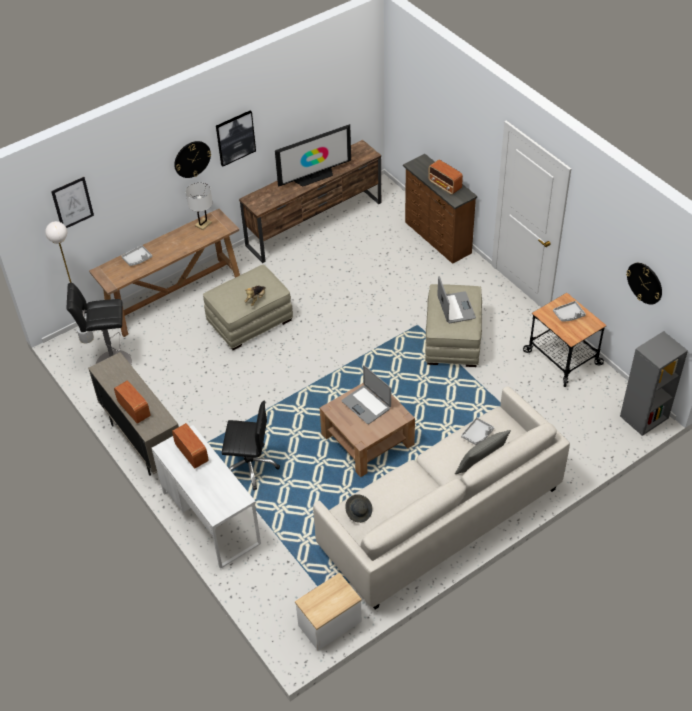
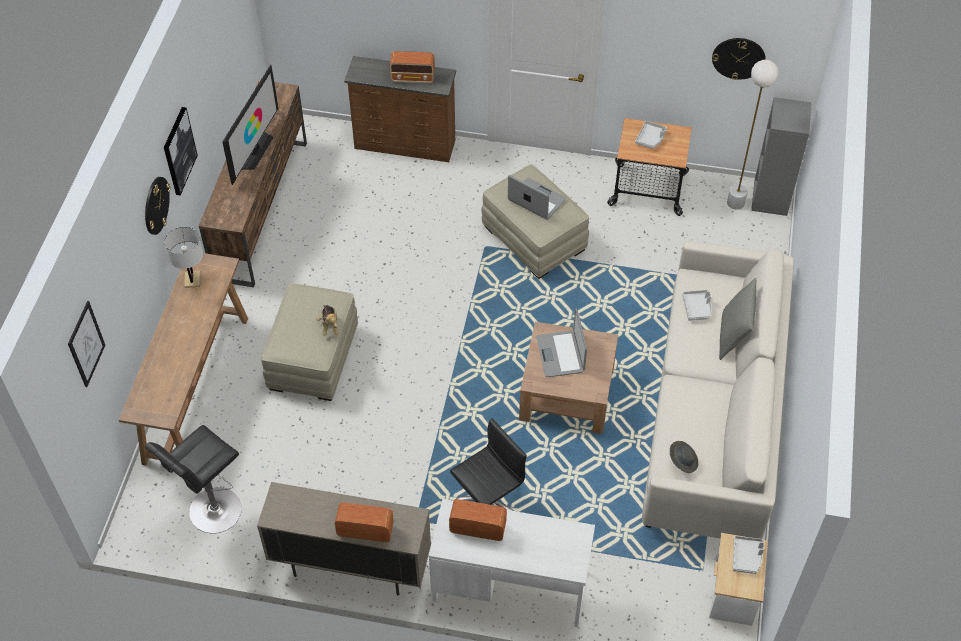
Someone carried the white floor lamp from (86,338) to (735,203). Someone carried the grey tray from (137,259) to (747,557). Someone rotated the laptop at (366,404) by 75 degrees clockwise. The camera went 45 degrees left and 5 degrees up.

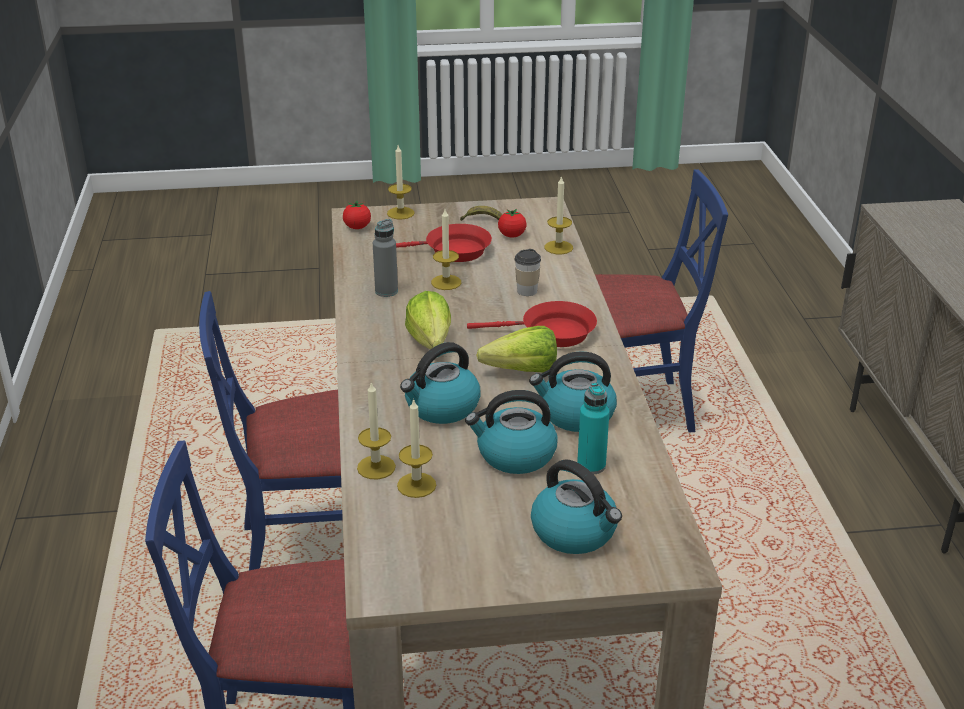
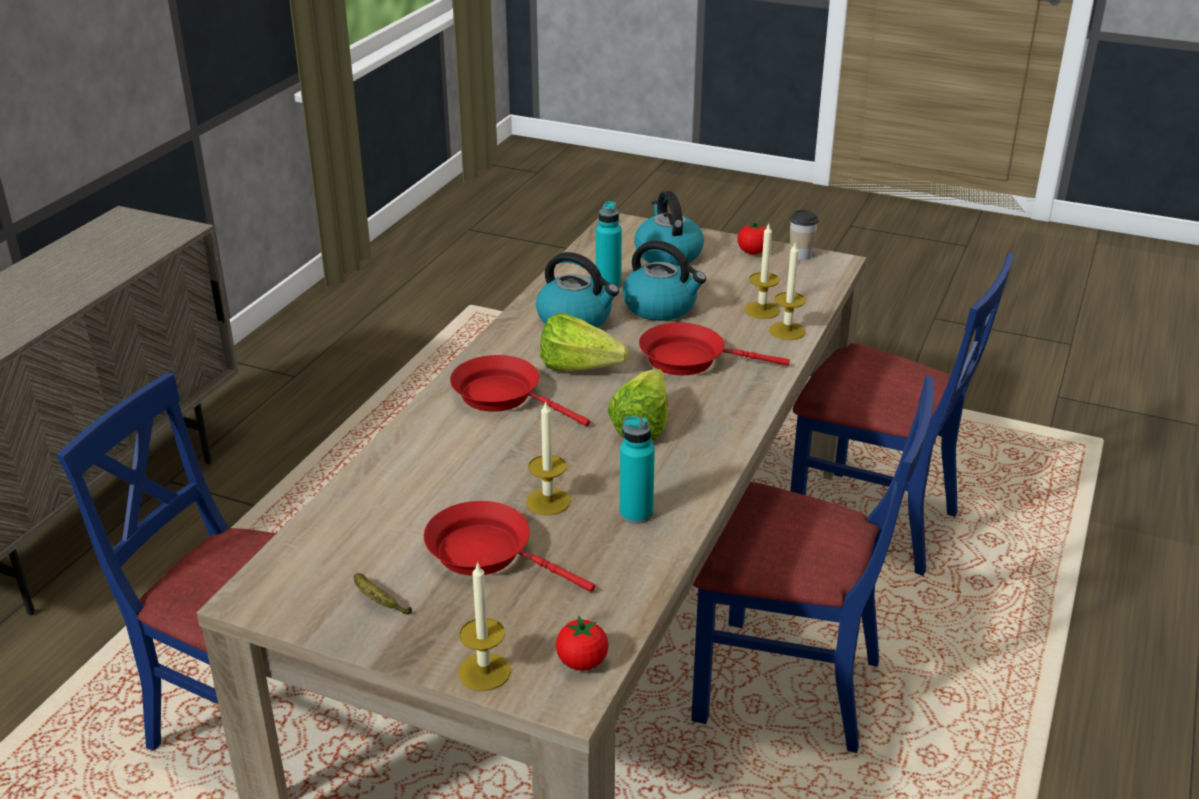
Someone repainted the grey bottle at (386,291), which became the turquoise bottle at (636,513). Someone swapped the kettle at (441,407) for the red frying pan at (689,359). Someone carried the tomato from (512,235) to (753,252). Someone carried the cup from (527,291) to (801,255). Someone took away the candle at (558,247). The camera went 150 degrees left and 0 degrees up.

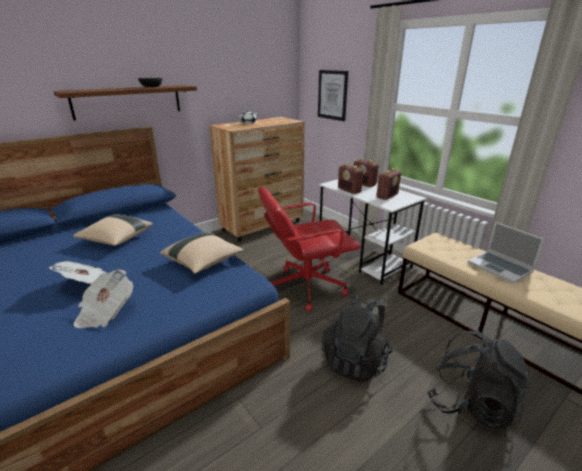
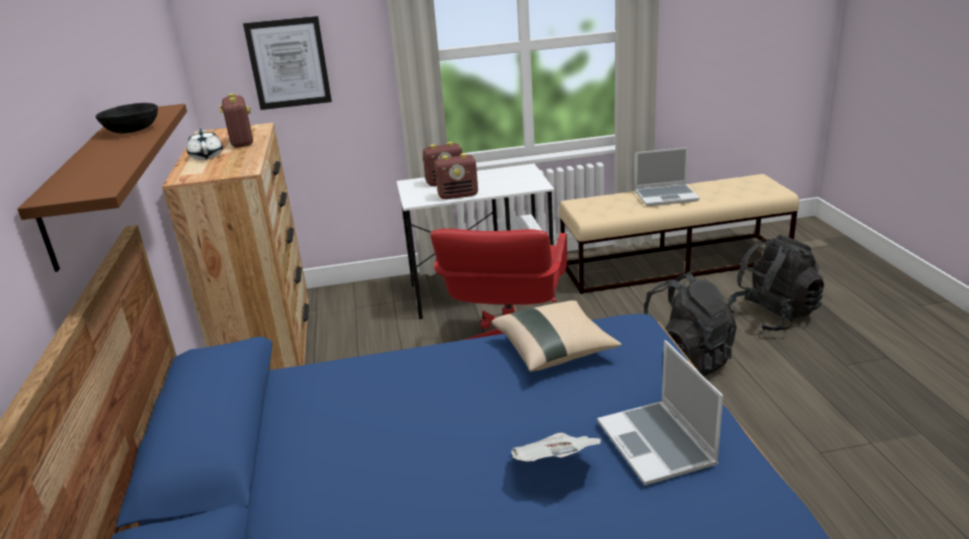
Someone took away the beige pillow at (116,239). Someone swapped the newspaper at (105,312) for the laptop at (657,444). Someone carried the radio from (387,196) to (241,142). The camera went 60 degrees left and 0 degrees up.

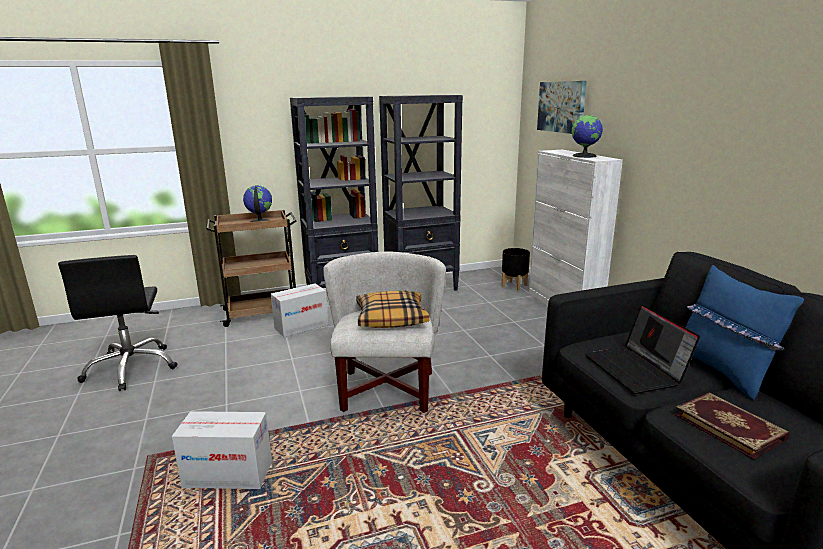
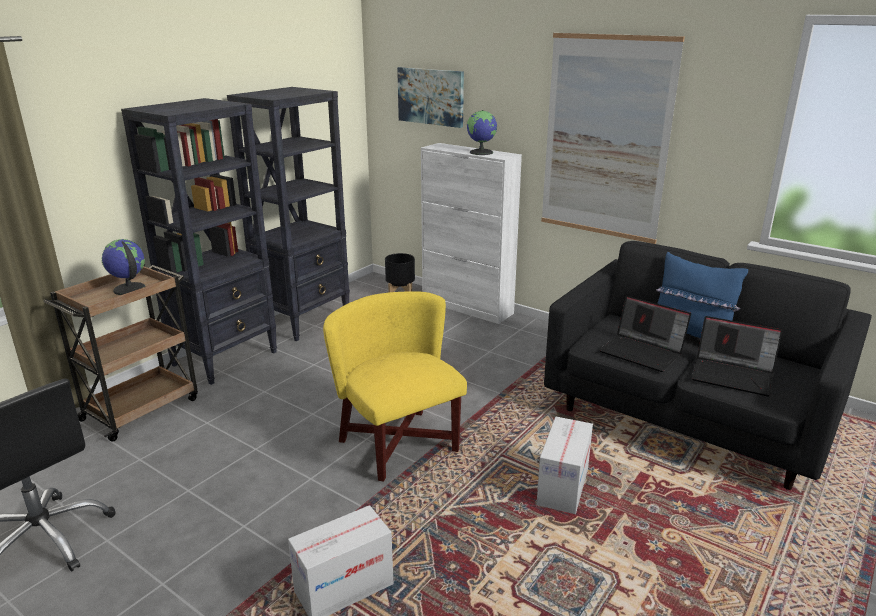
Someone carried the cardboard box from (301,326) to (562,487). Someone repainted the white armchair at (387,390), which became the yellow armchair at (399,444). Someone took away the pillow at (391,318). Someone swapped the book at (729,426) for the laptop at (733,375). Someone put up the picture at (605,138). The camera went 35 degrees left and 5 degrees up.

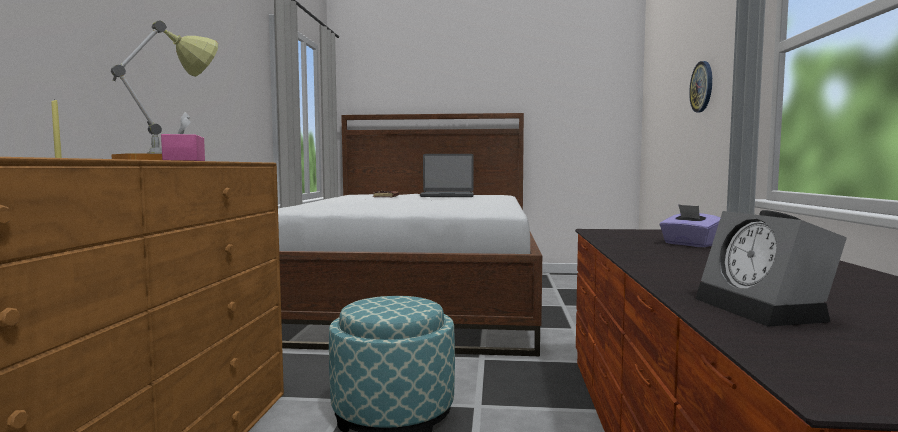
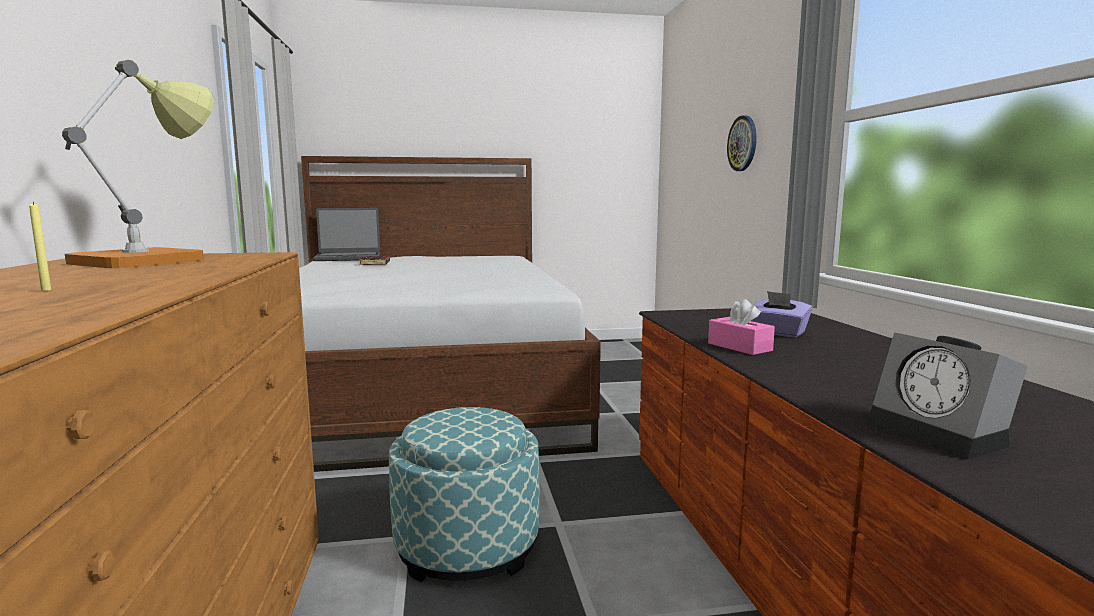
Someone carried the pink tissue box from (184,160) to (739,347). Someone carried the laptop from (447,196) to (348,258). The camera went 15 degrees left and 5 degrees up.

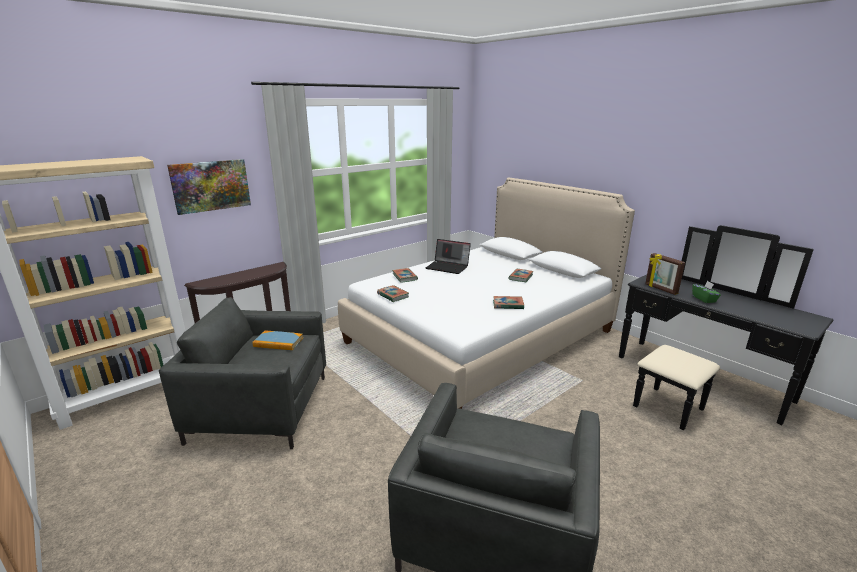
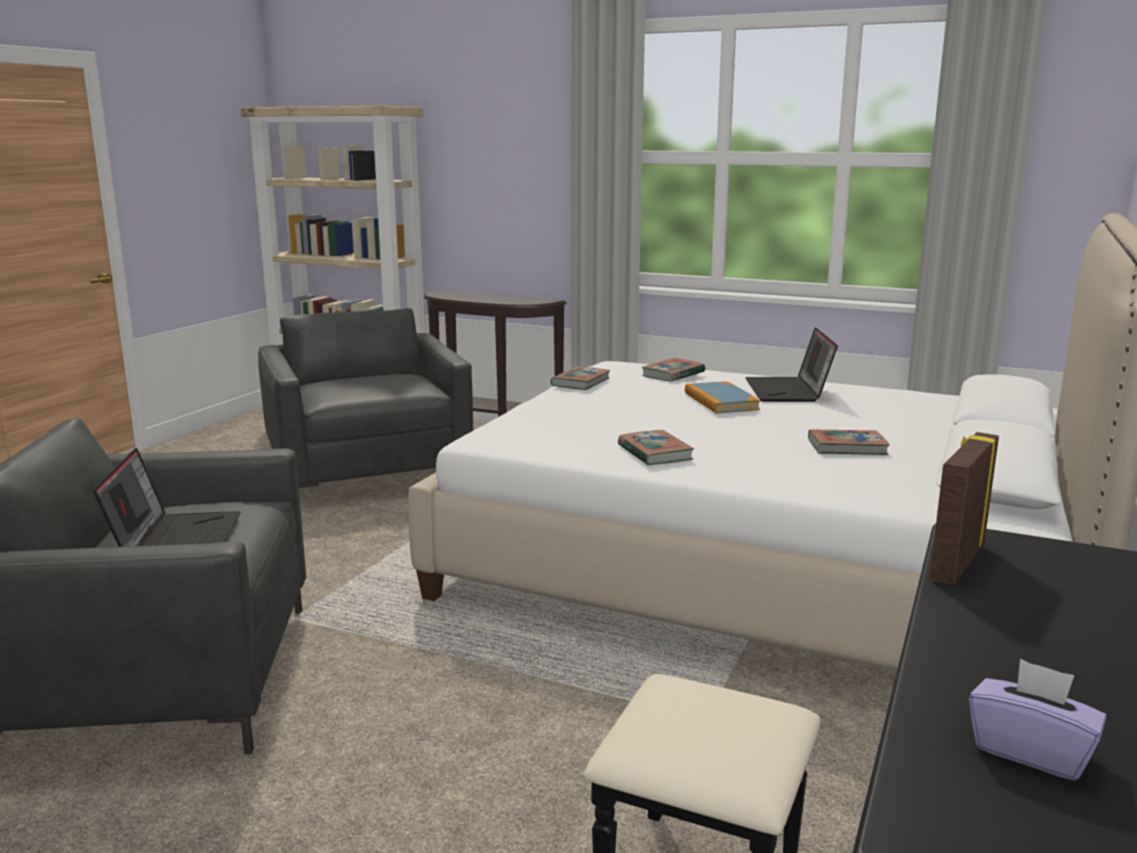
Someone took away the picture at (211,185). Someone carried the book from (278,342) to (720,401). Someone took away the green tissue box at (704,299). Someone put down the laptop at (176,540). Someone put down the purple tissue box at (1030,751). The camera went 65 degrees right and 5 degrees down.

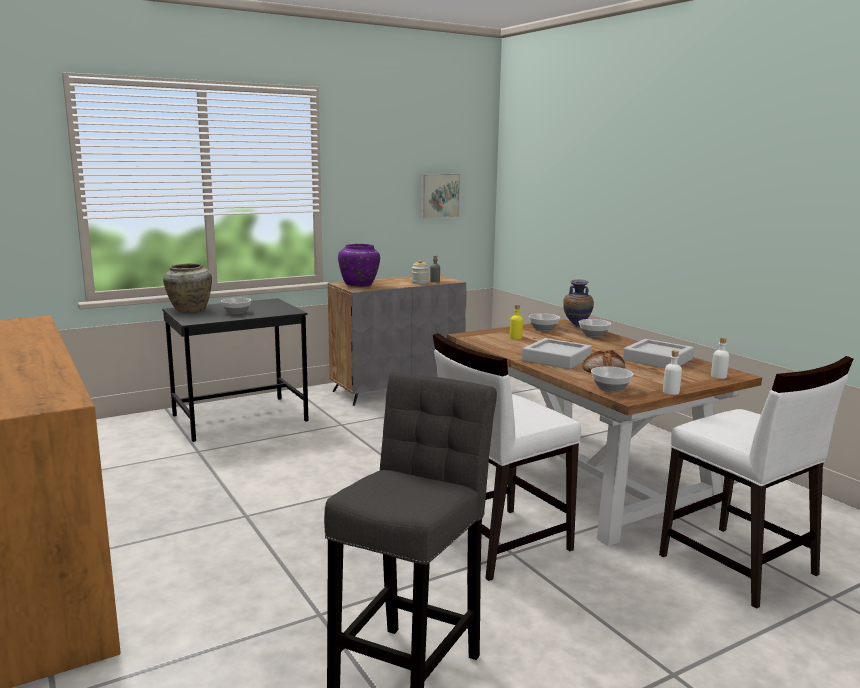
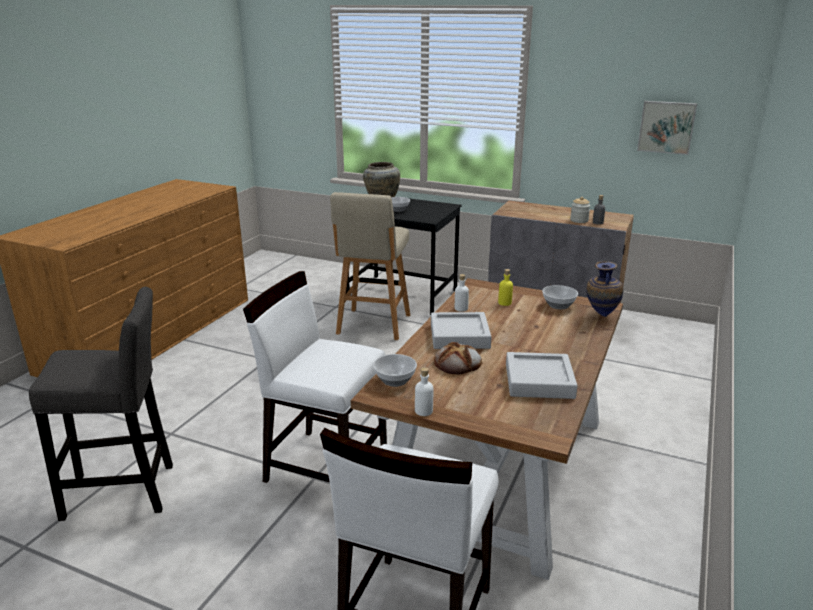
Someone took away the purple vase at (359,285). Someone took away the bowl at (593,335). Someone carried the white bottle from (718,376) to (461,308). Someone put down the beige stool at (373,325). The camera went 55 degrees right and 10 degrees up.

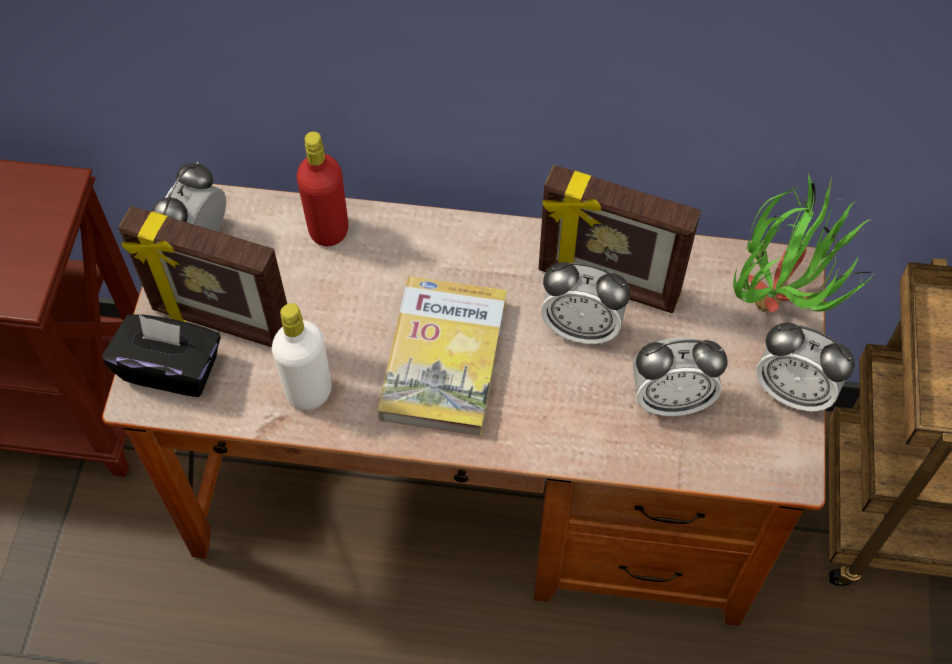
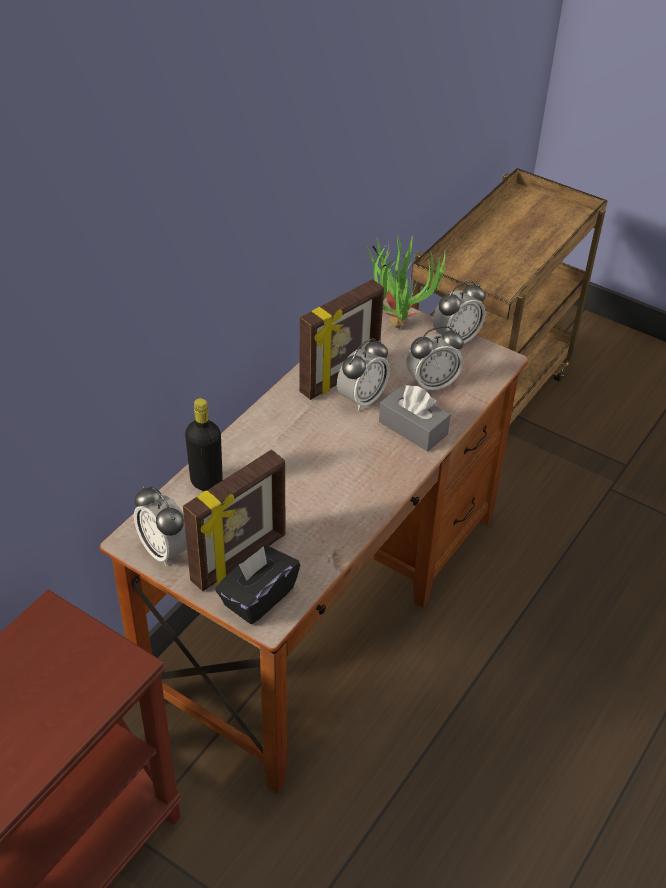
Someone took away the white bottle at (309,392). Someone repainted the red bottle at (328,230), which became the black bottle at (206,481). Someone took away the book at (444,359). Someone rotated the alarm clock at (670,399) by 45 degrees clockwise. Someone put down the grey tissue box at (413,428). The camera went 65 degrees left and 15 degrees down.

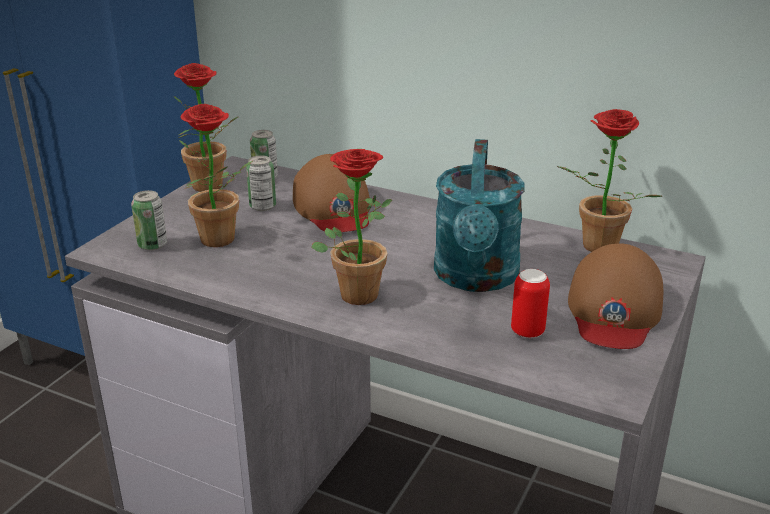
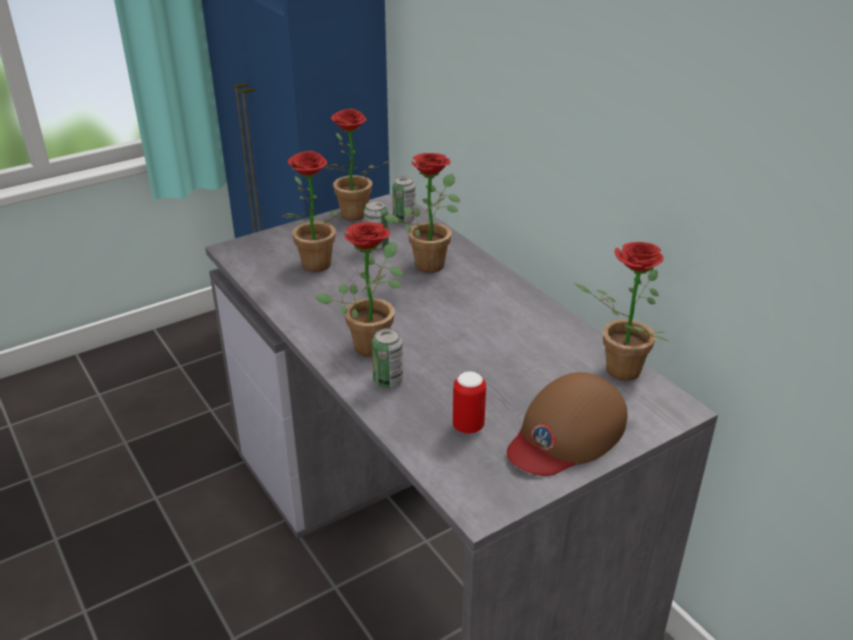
Someone carried the can from (152,245) to (388,381). Someone swapped the brown cap at (333,207) for the potted plant at (430,261). Someone took away the turquoise watering can at (476,278). The camera went 30 degrees right and 5 degrees up.

